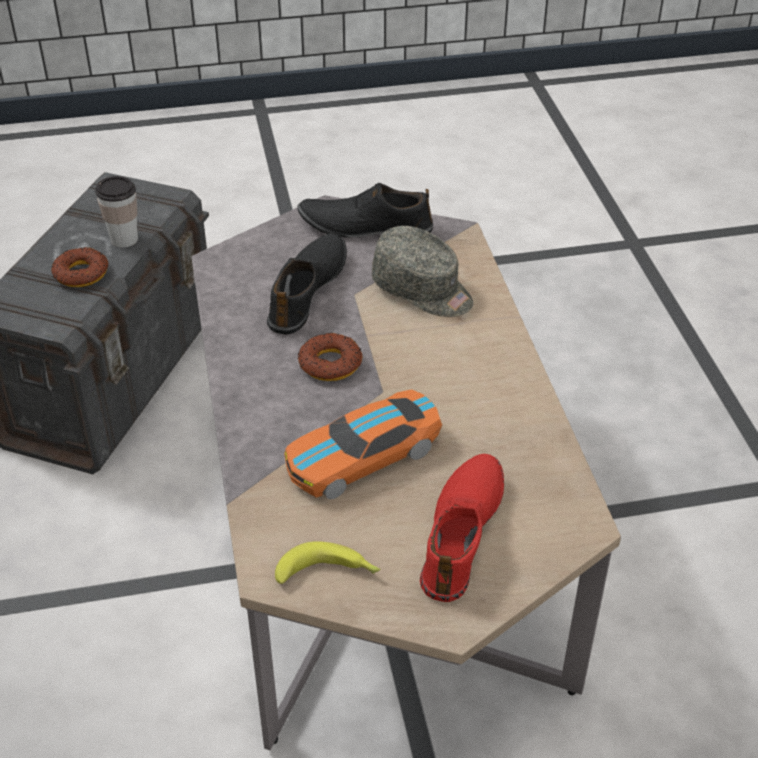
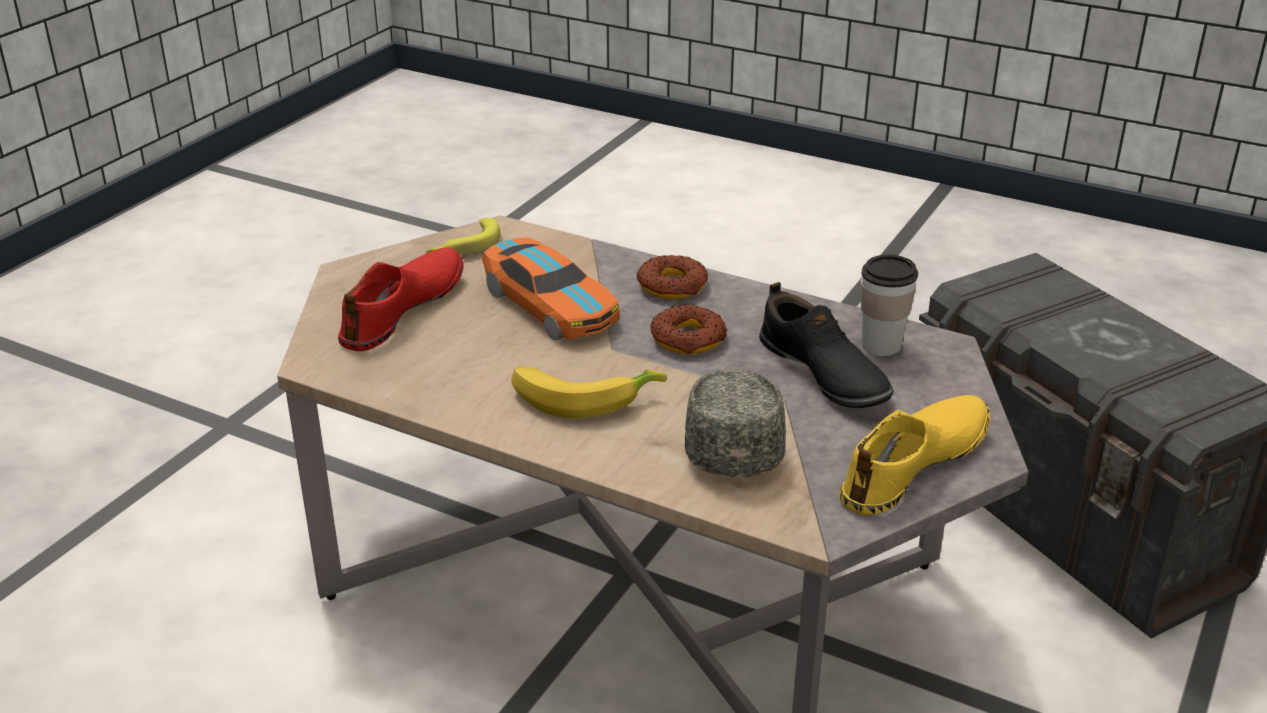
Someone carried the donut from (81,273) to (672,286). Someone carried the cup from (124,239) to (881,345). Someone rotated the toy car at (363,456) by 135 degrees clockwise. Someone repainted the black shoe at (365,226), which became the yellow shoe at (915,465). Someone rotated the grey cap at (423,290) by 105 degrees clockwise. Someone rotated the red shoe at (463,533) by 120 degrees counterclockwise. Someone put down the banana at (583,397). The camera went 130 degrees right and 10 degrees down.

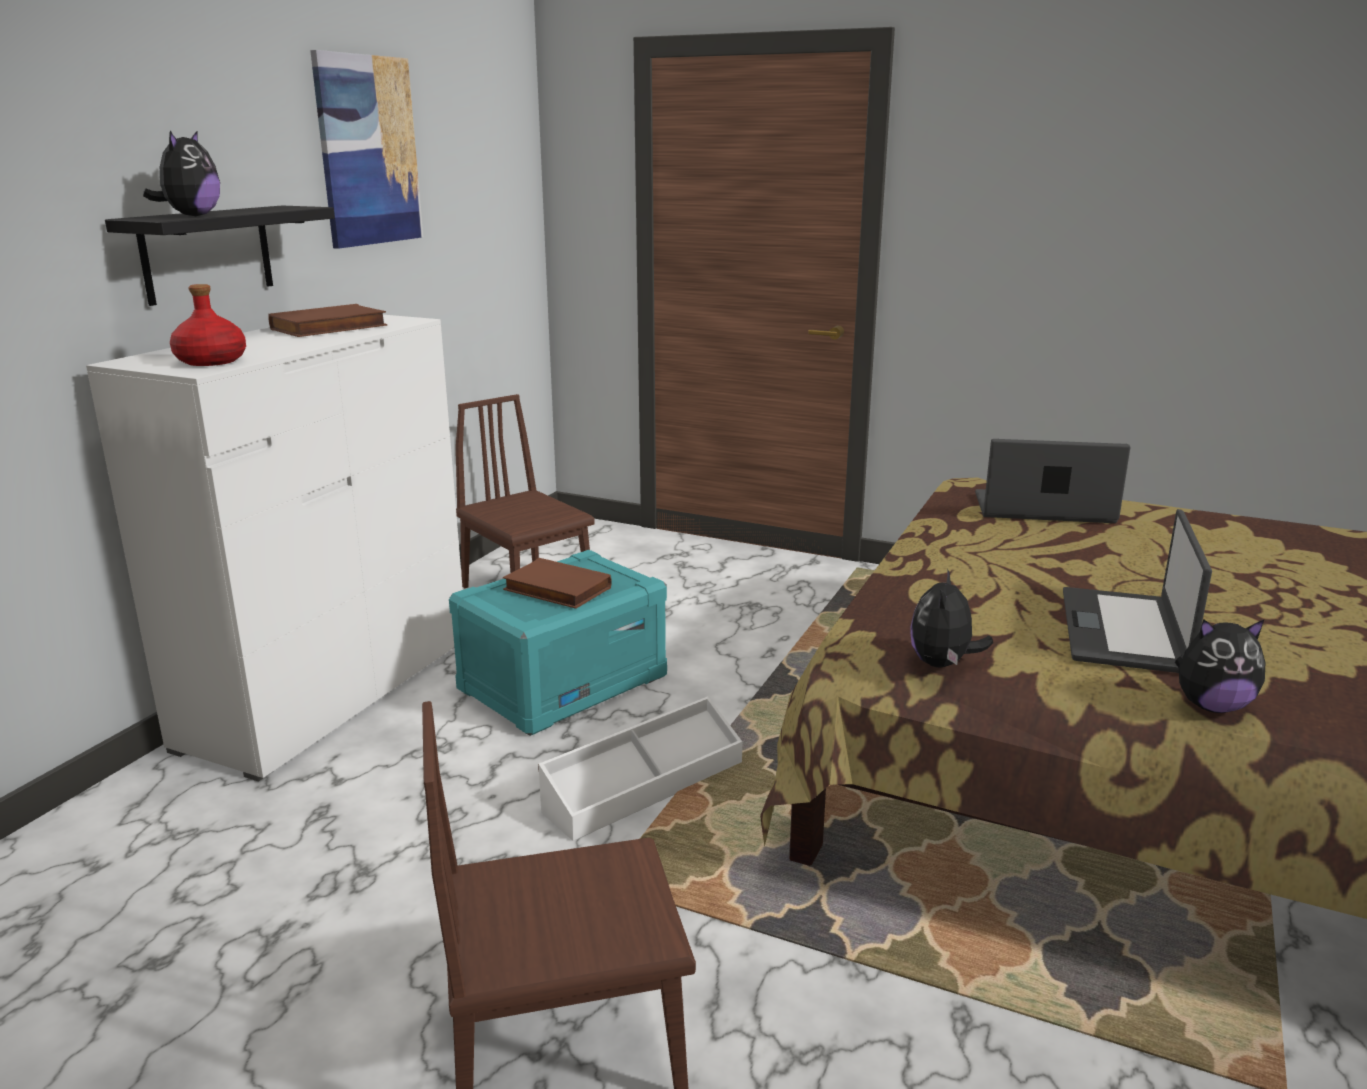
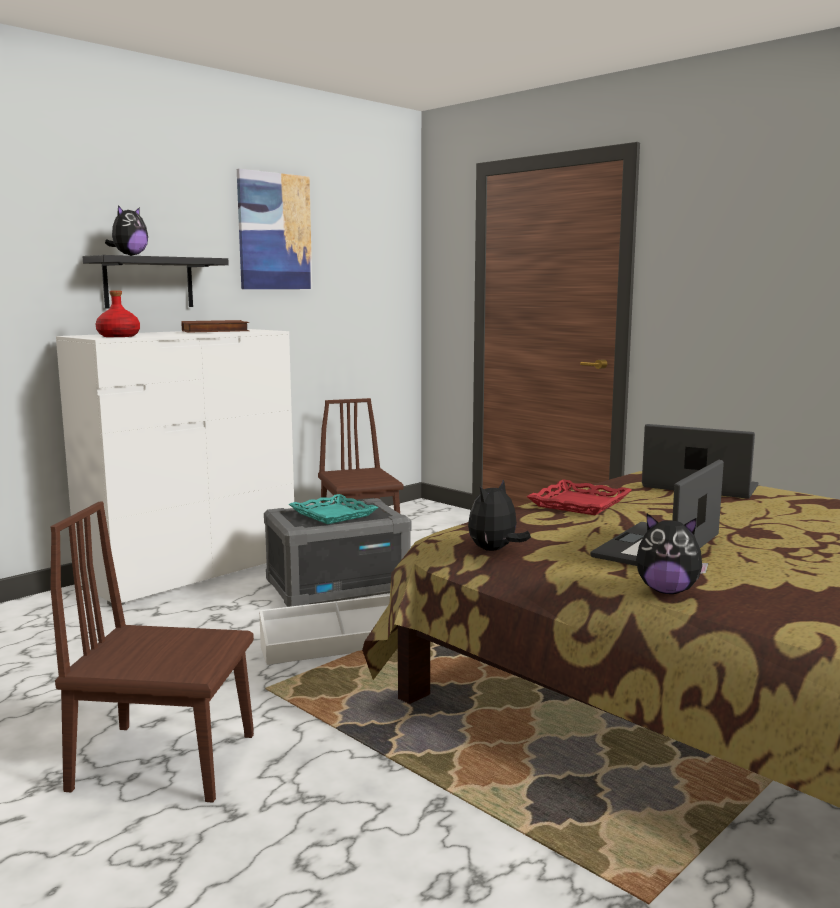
Someone repainted the turquoise storage box at (563,682), which became the grey storage box at (338,586). Someone swapped the brown book at (555,590) for the turquoise tray at (332,514). Someone put down the red tray at (580,504). The camera went 20 degrees right and 10 degrees down.

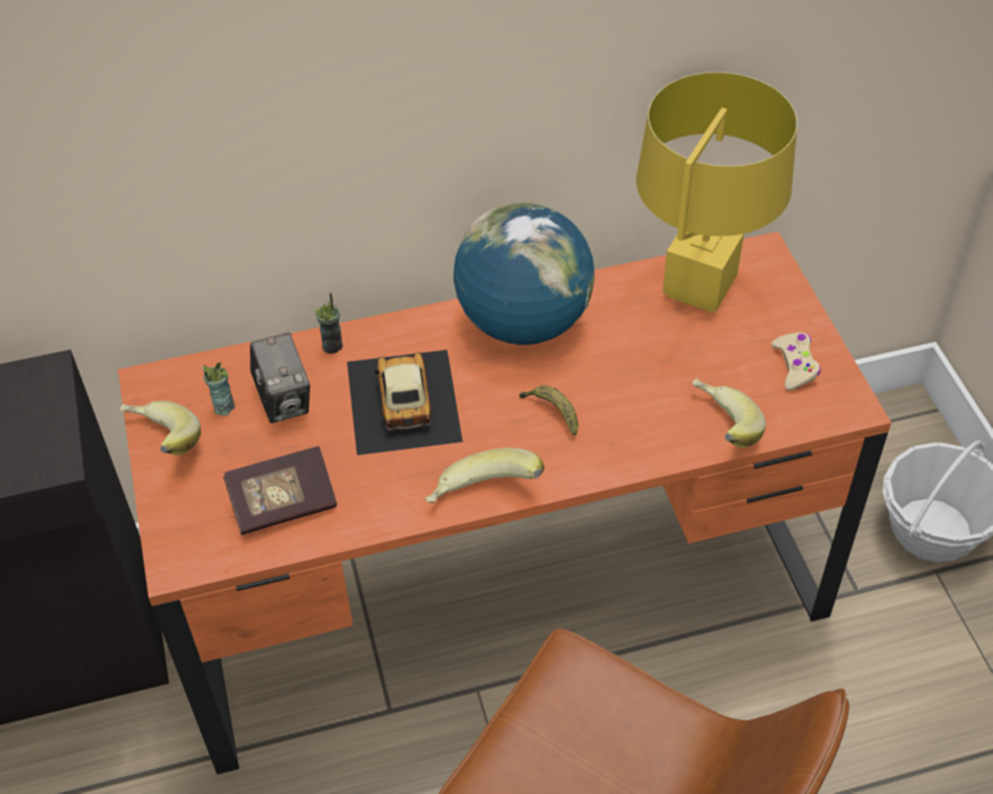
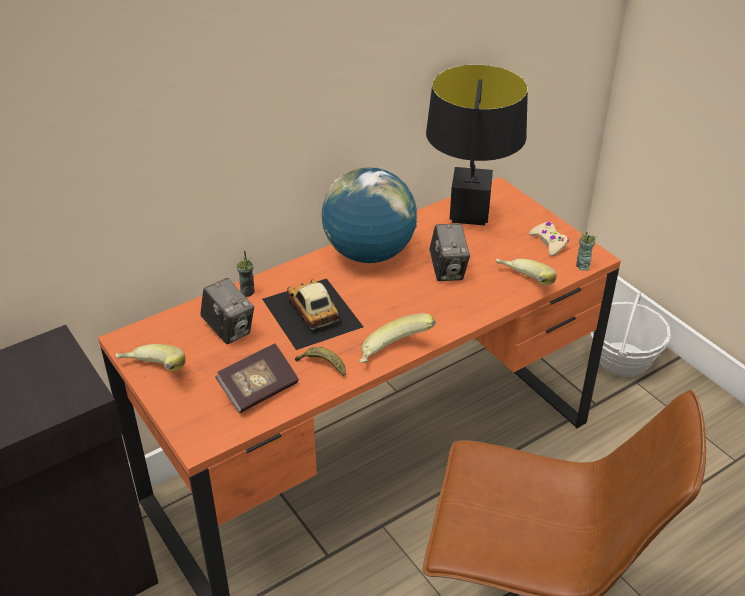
Someone carried the cup from (223,407) to (582,266). Someone carried the banana from (552,413) to (322,365). Someone repainted the yellow table lamp at (698,289), which became the black table lamp at (469,215). Someone put down the photo camera at (448,270). The camera went 20 degrees left and 10 degrees down.

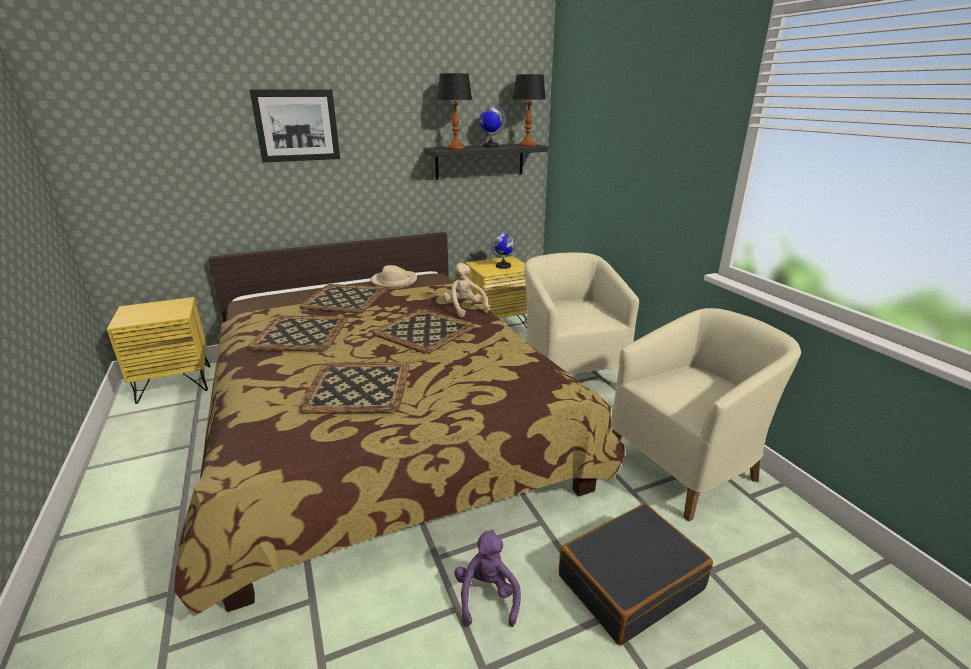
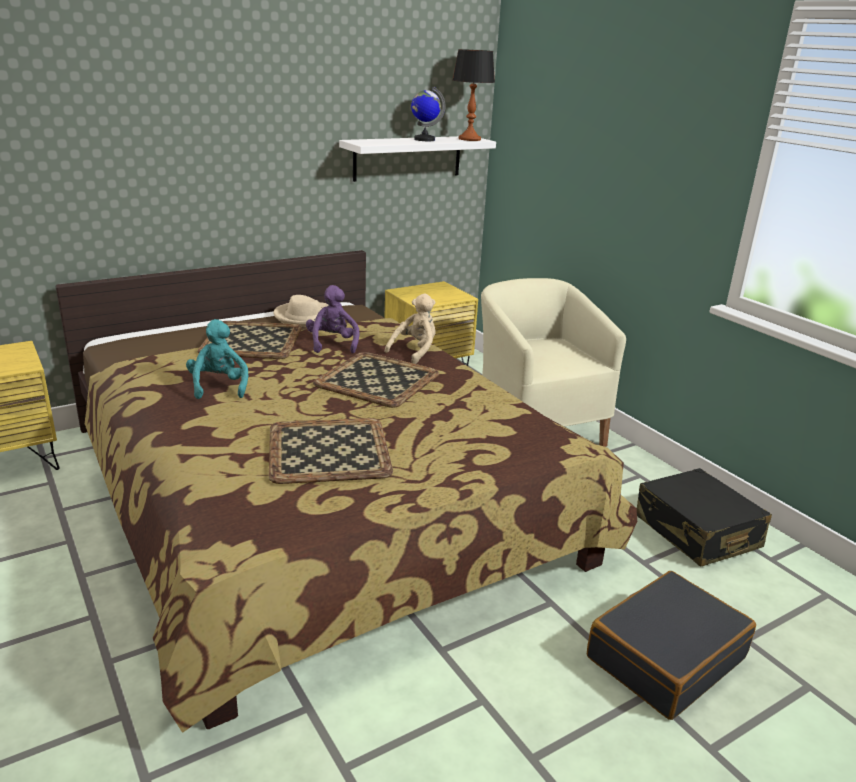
Someone swapped the tray at (301,333) for the turquoise plush toy at (219,386). Someone took away the picture at (297,125). Someone repainted the black shelf at (480,161), which became the white shelf at (407,158). Someone took away the table lamp at (455,148). Someone rotated the beige plush toy at (464,309) by 75 degrees clockwise. Someone carried the purple plush toy from (487,597) to (332,344). Someone took away the globe at (503,266). Someone swapped the beige armchair at (686,467) for the black suitcase at (696,532). The camera went 10 degrees left and 0 degrees up.

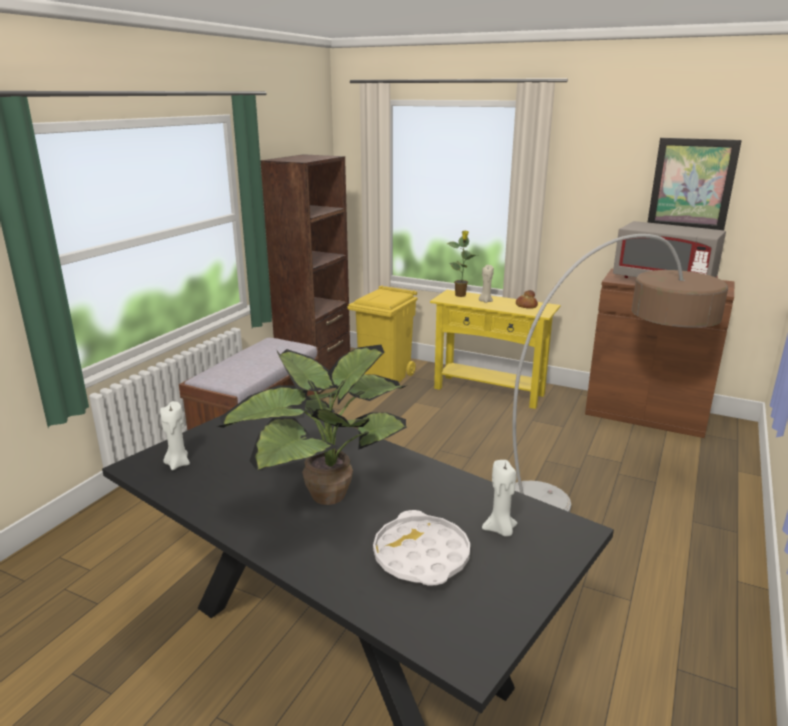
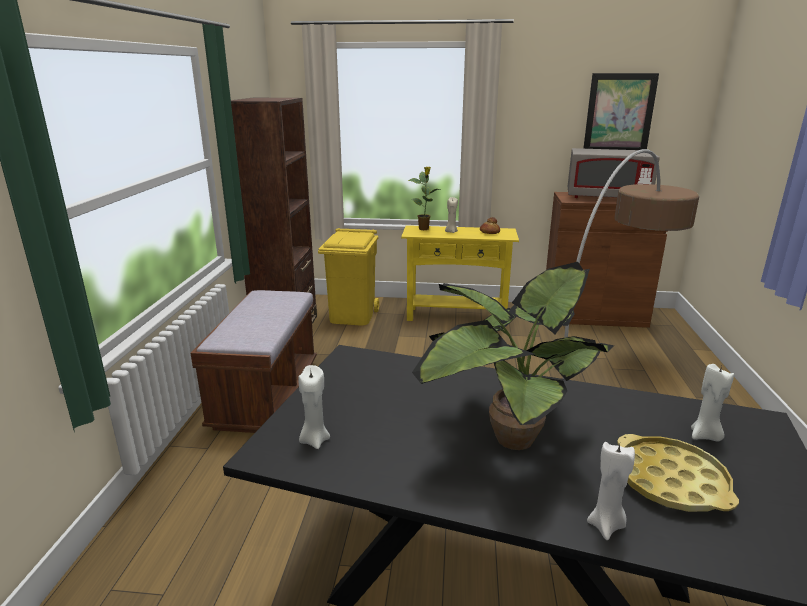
Someone repainted the white tray at (421,556), which became the yellow tray at (670,481). Someone put down the white candle at (606,525). The camera went 20 degrees left and 0 degrees up.

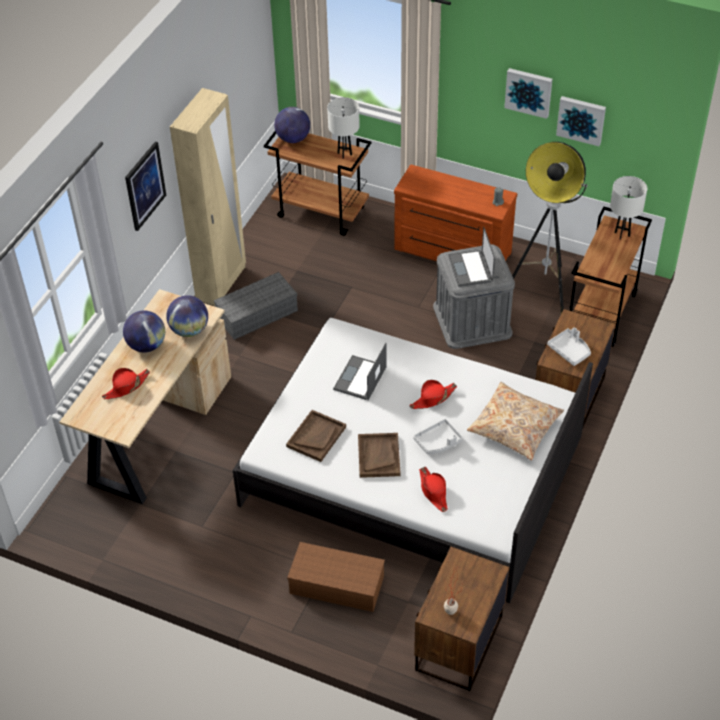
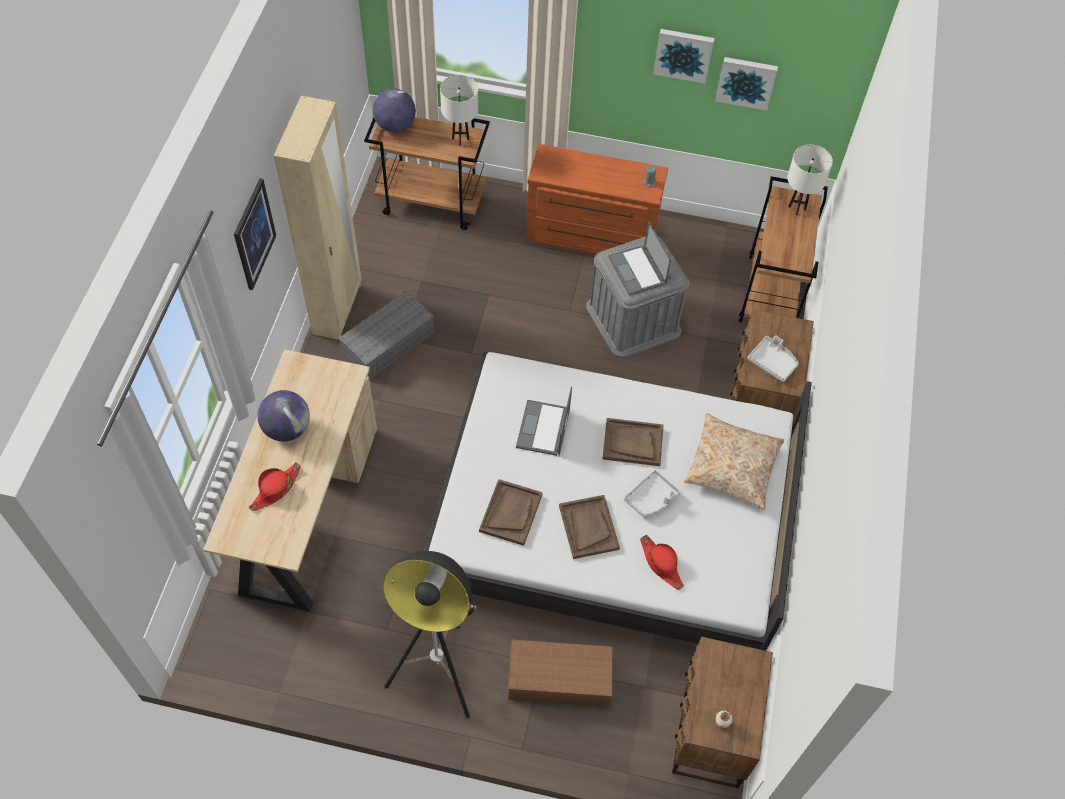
Someone took away the globe at (189,330). Someone swapped the red hat at (433,398) for the brown tray at (632,443). Someone carried the floor lamp from (543,289) to (439,673). The camera went 15 degrees left and 10 degrees up.

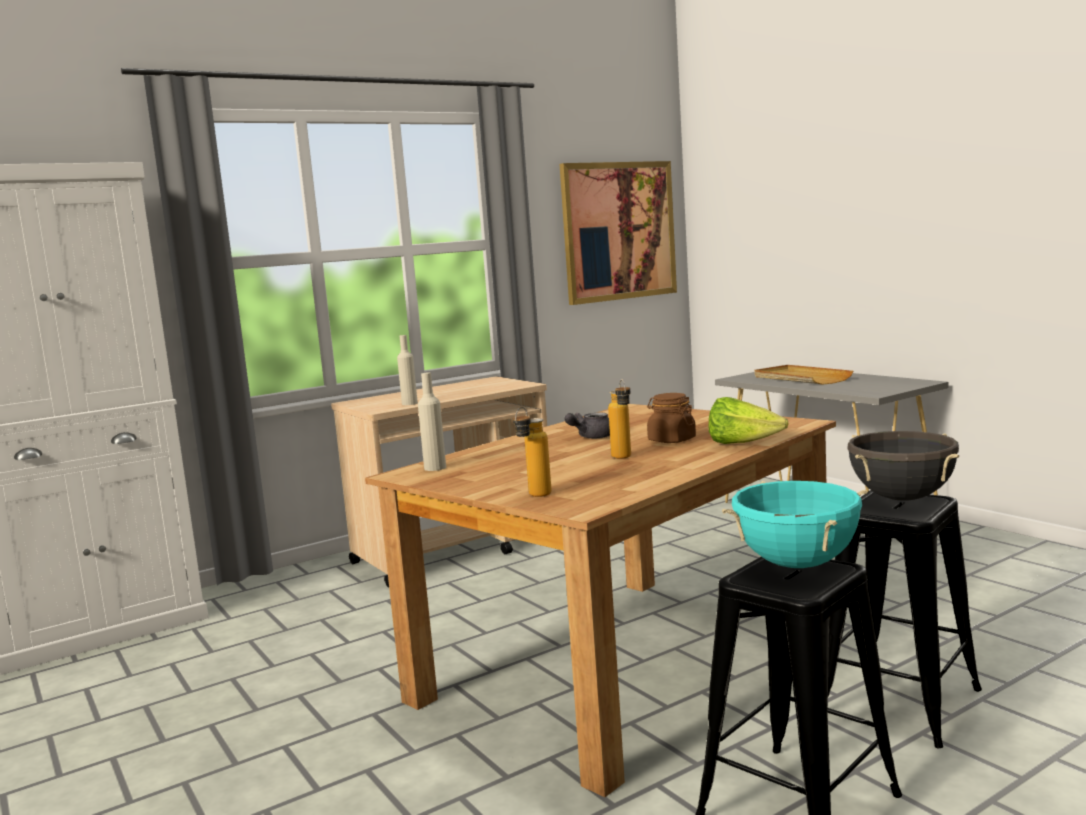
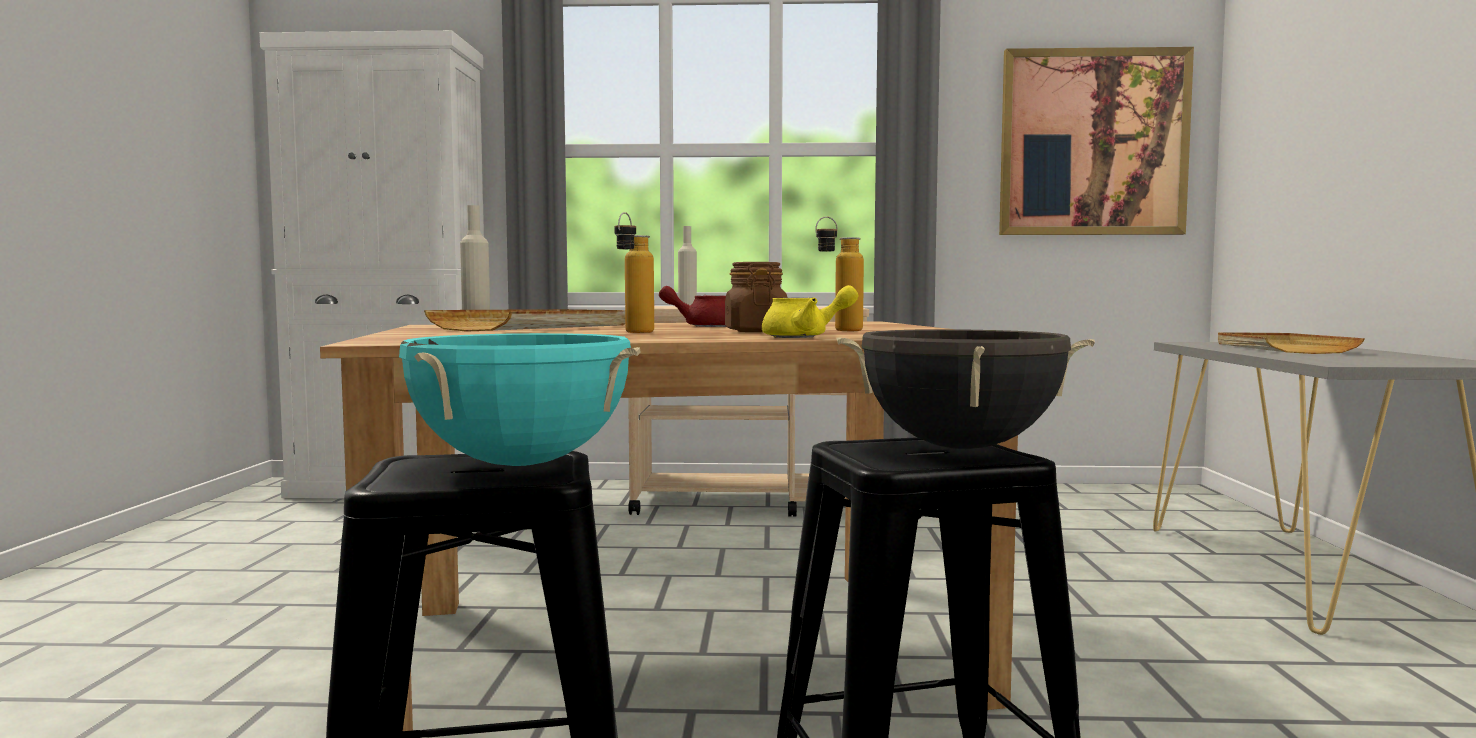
Someone carried the bottle from (534,496) to (838,330). Someone repainted the grey teapot at (591,437), which became the red teapot at (702,326). Someone swapped the lettuce at (742,444) for the yellow teapot at (805,337). Someone put down the beige tray at (536,327). The camera went 35 degrees right and 5 degrees down.

